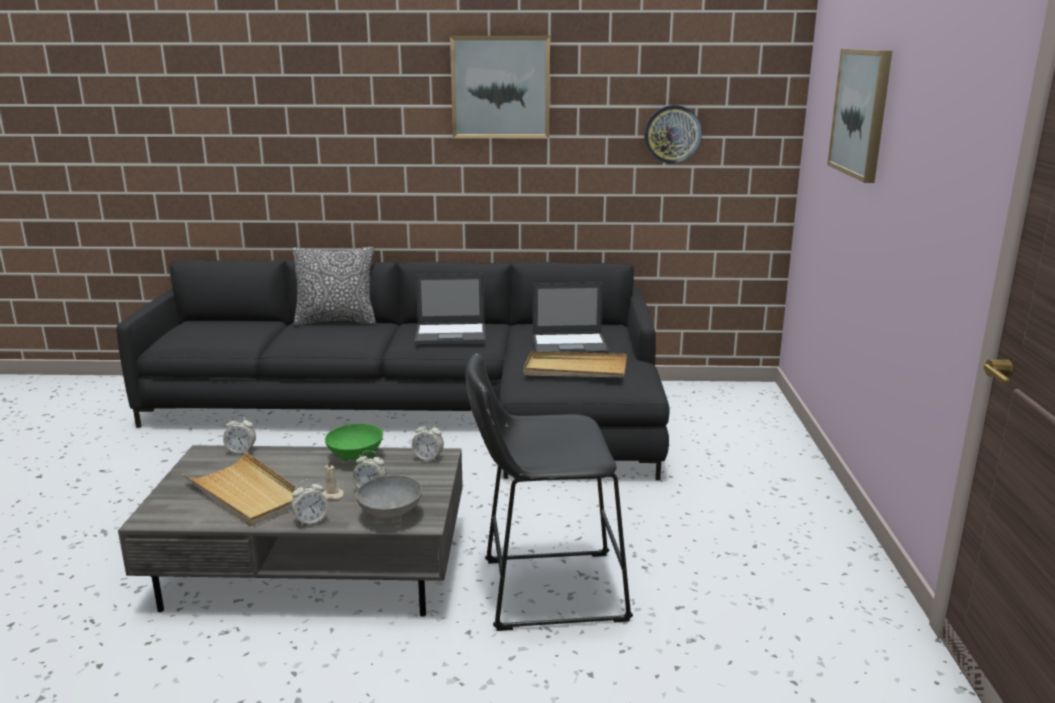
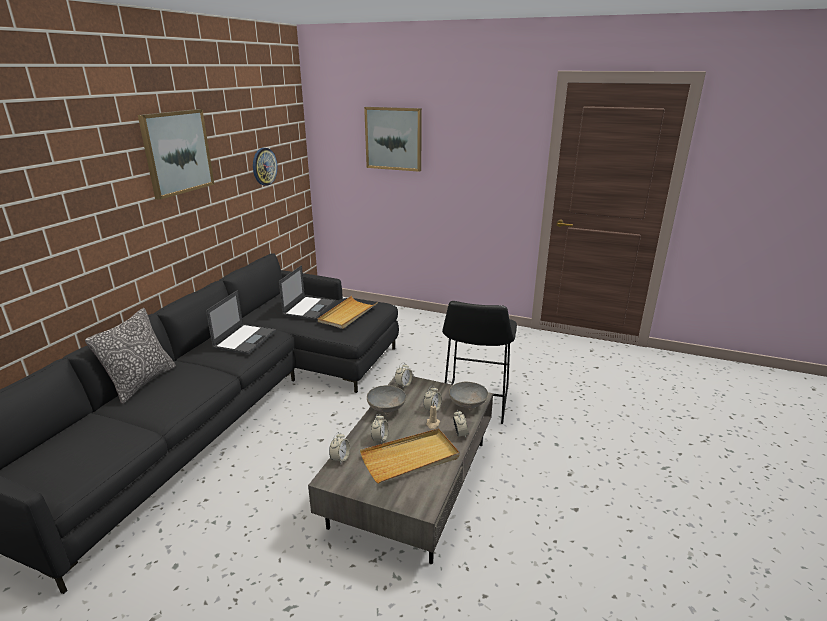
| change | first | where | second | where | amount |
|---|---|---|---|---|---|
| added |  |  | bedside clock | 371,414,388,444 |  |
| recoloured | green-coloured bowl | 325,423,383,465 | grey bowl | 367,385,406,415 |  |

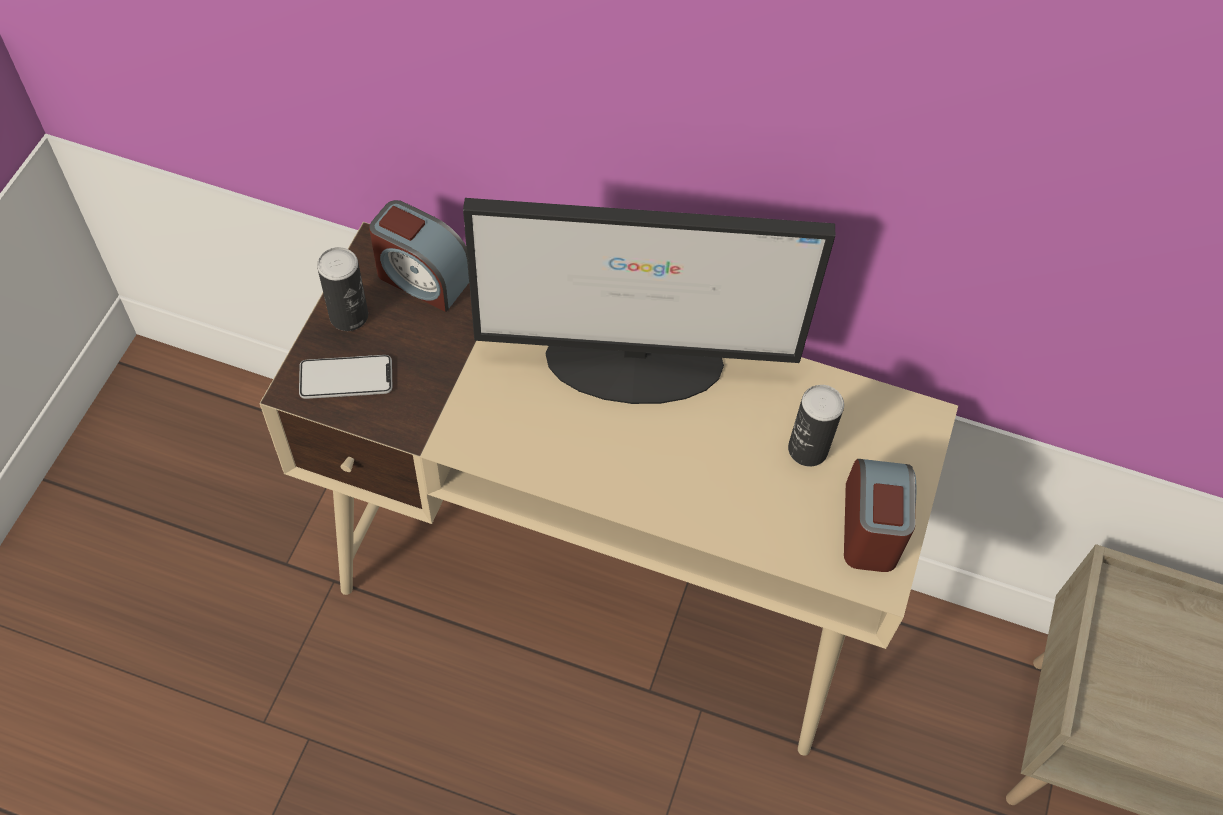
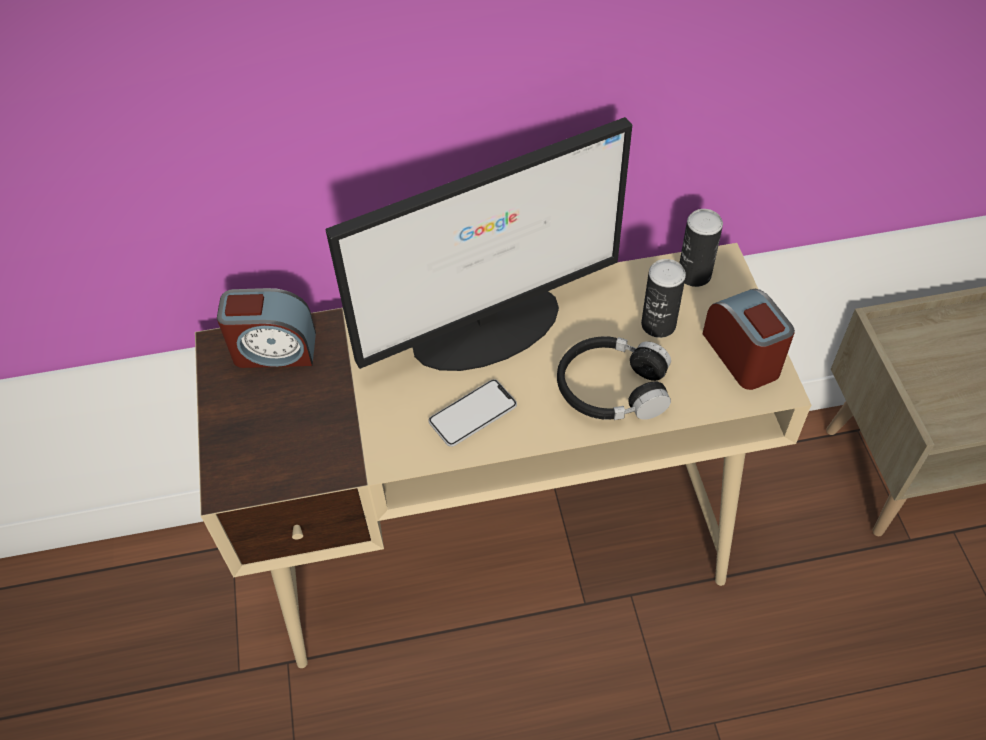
| change | first | where | second | where | amount |
|---|---|---|---|---|---|
| added |  |  | blackish headset | 557,336,671,420 |  |
| moved | phone | 299,355,392,399 |  | 428,379,517,447 |  |
| moved | sealed can | 317,247,368,331 |  | 680,209,723,287 |  |

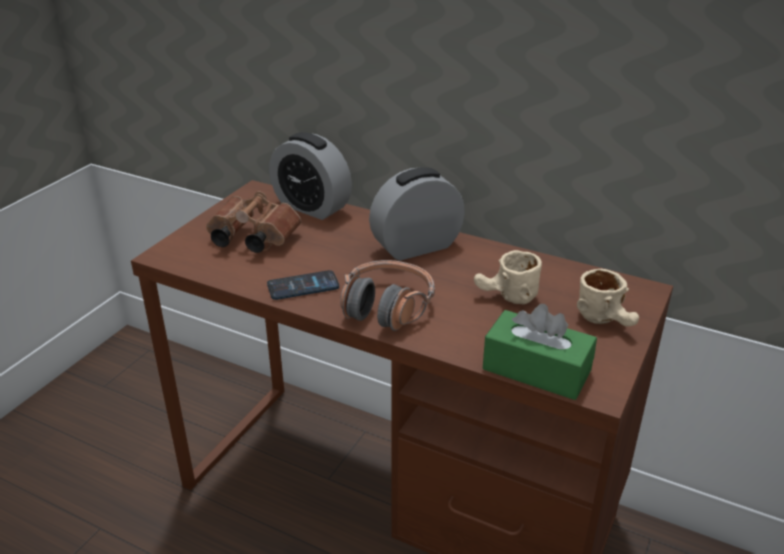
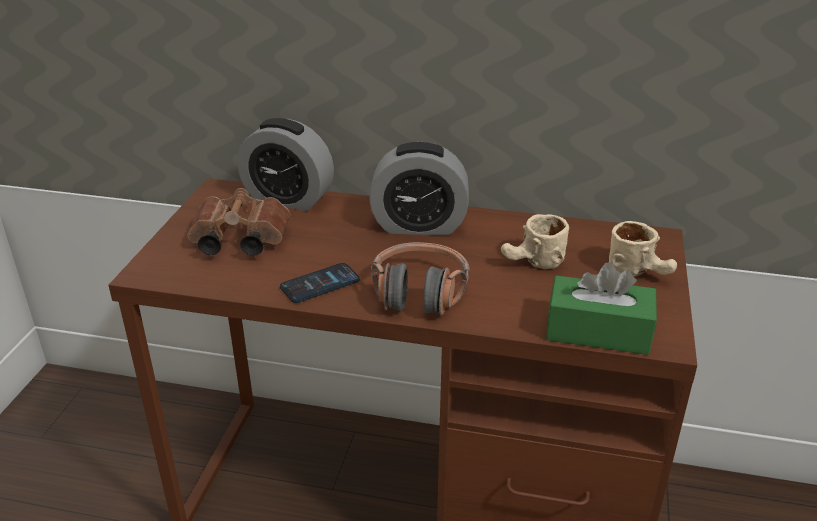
| change | first | where | second | where | amount |
|---|---|---|---|---|---|
| turned | bedside clock | 369,167,465,261 |  | 369,142,469,235 | 135 degrees counterclockwise |

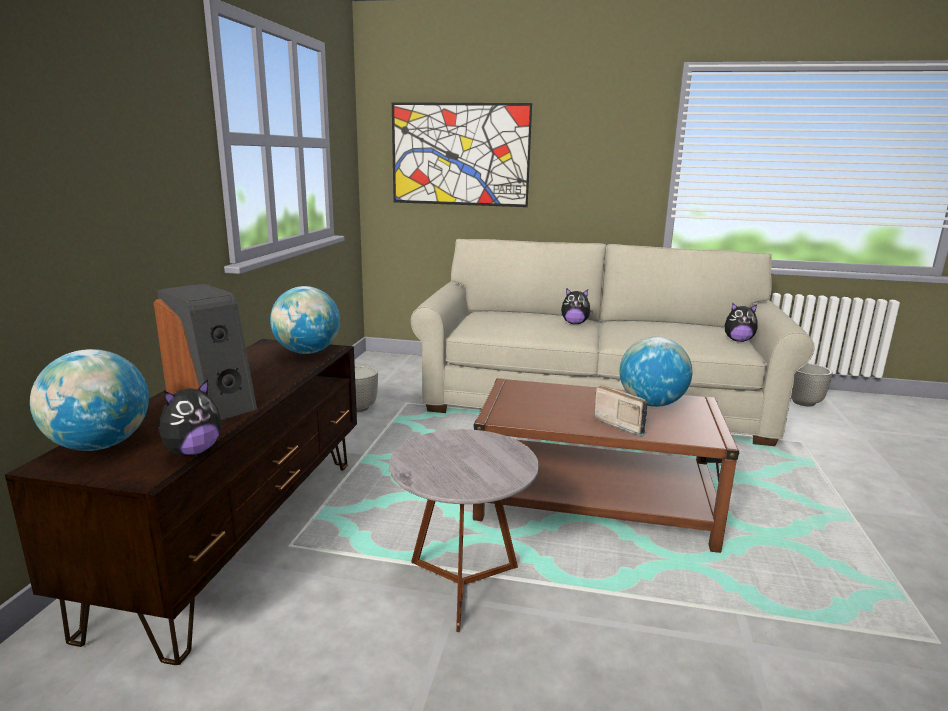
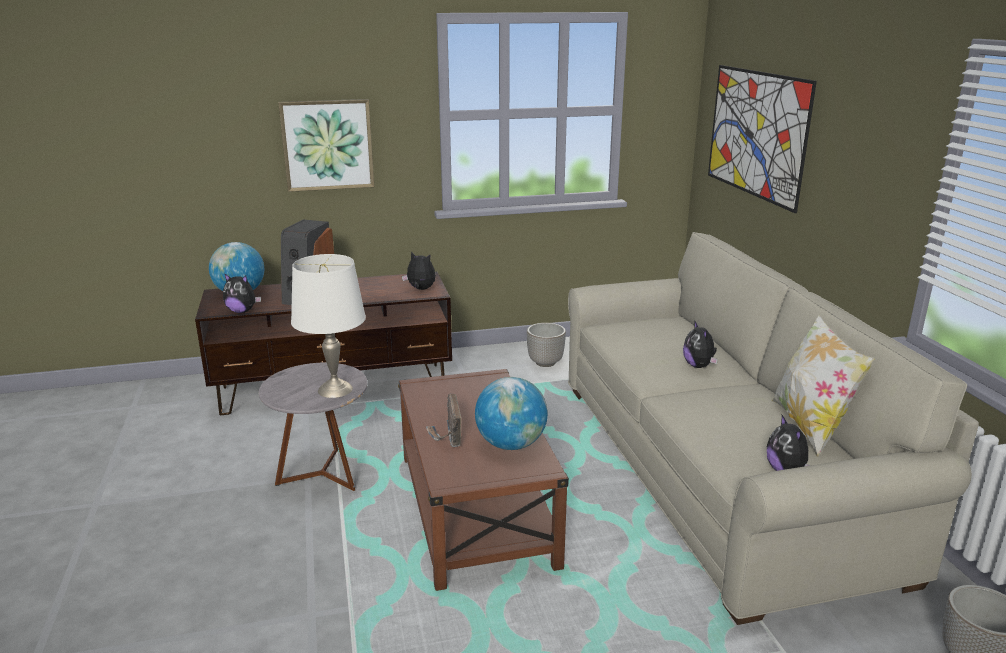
| change | first | where | second | where | amount |
|---|---|---|---|---|---|
| added |  |  | wall picture | 278,99,374,192 |  |
| added |  |  | white tabletop lamp | 291,254,366,398 |  |
| added |  |  | cushion | 772,315,875,457 |  |
| replaced | desk globe | 270,286,340,354 | cuddly toy | 402,252,436,290 |  |
| turned | radio | 594,385,648,436 |  | 426,394,462,447 | 150 degrees clockwise |

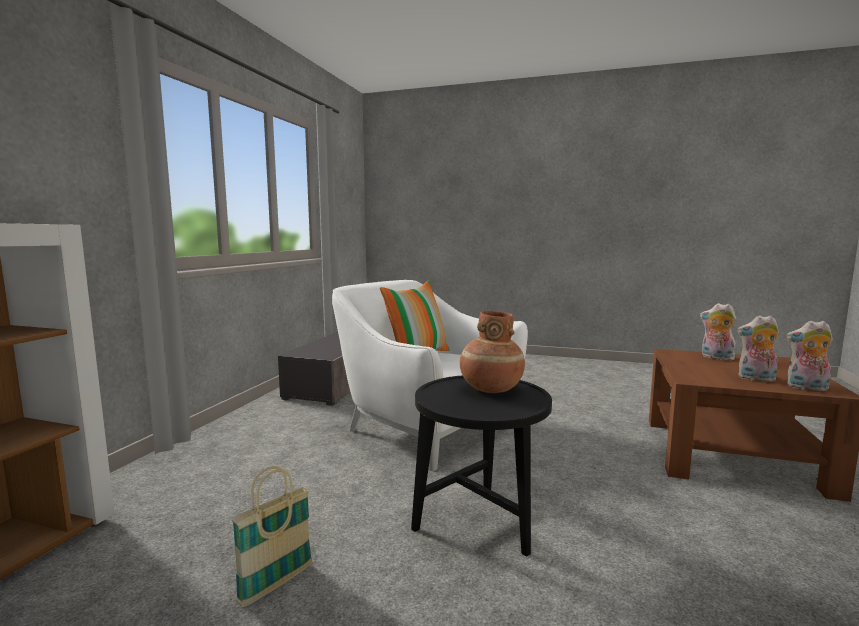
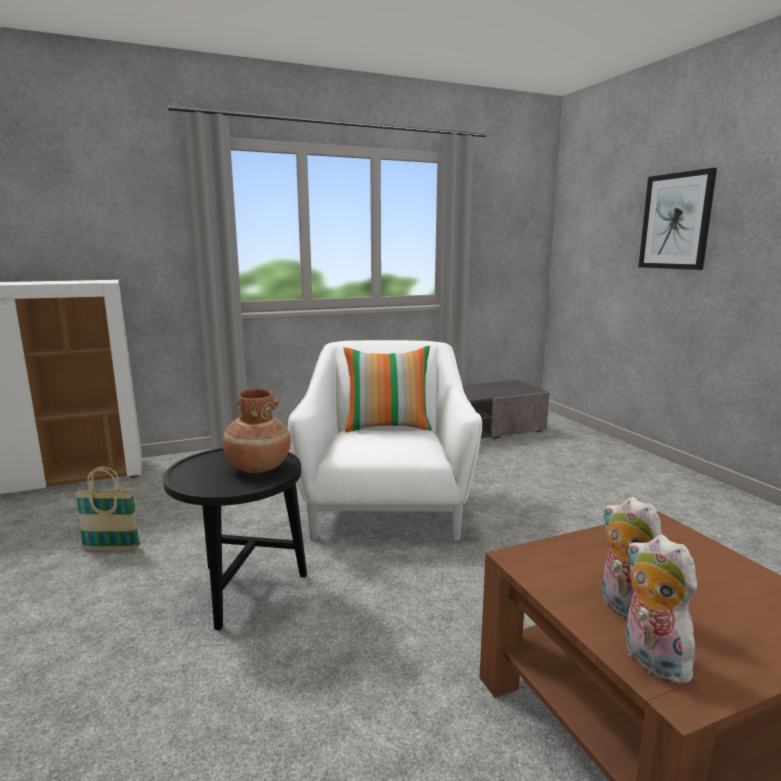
| change | first | where | second | where | amount |
|---|---|---|---|---|---|
| removed | cuddly toy | 700,303,736,361 |  |  |  |
| added |  |  | wall picture | 638,168,717,270 |  |

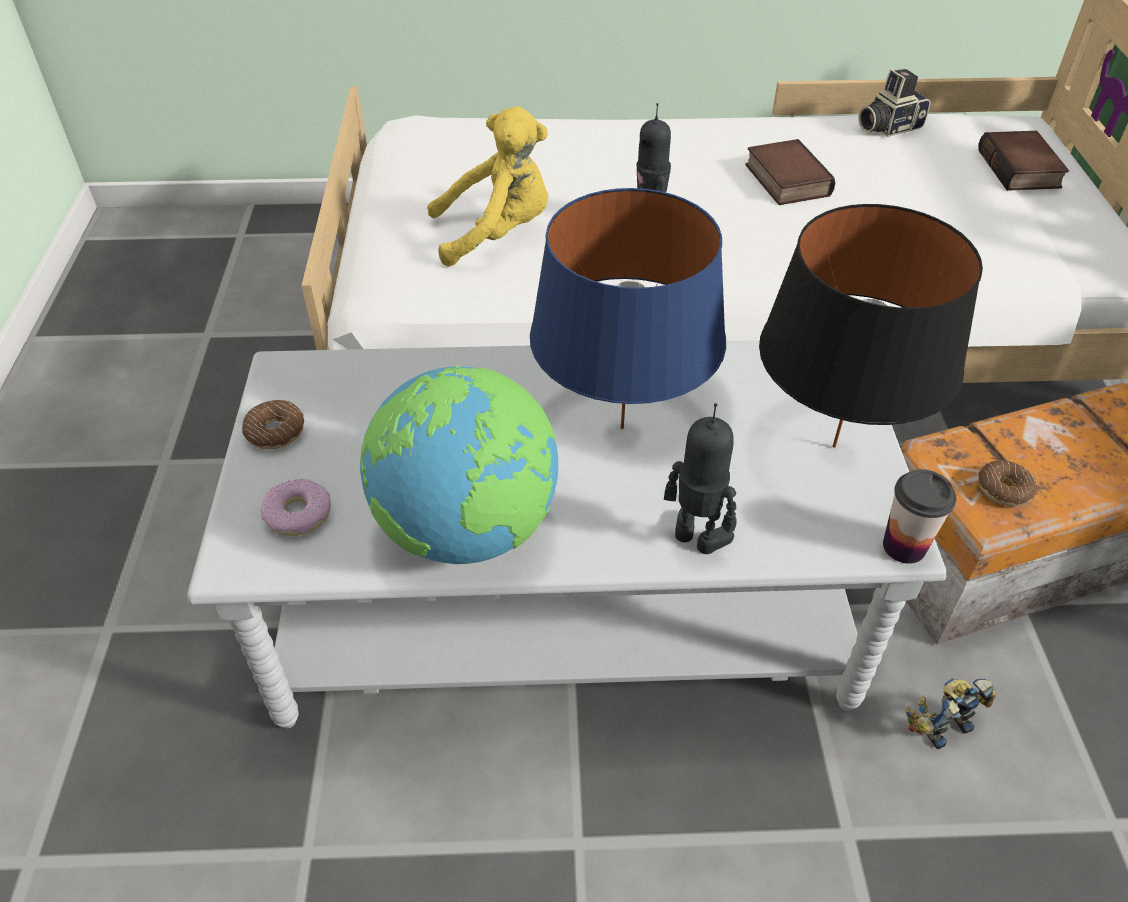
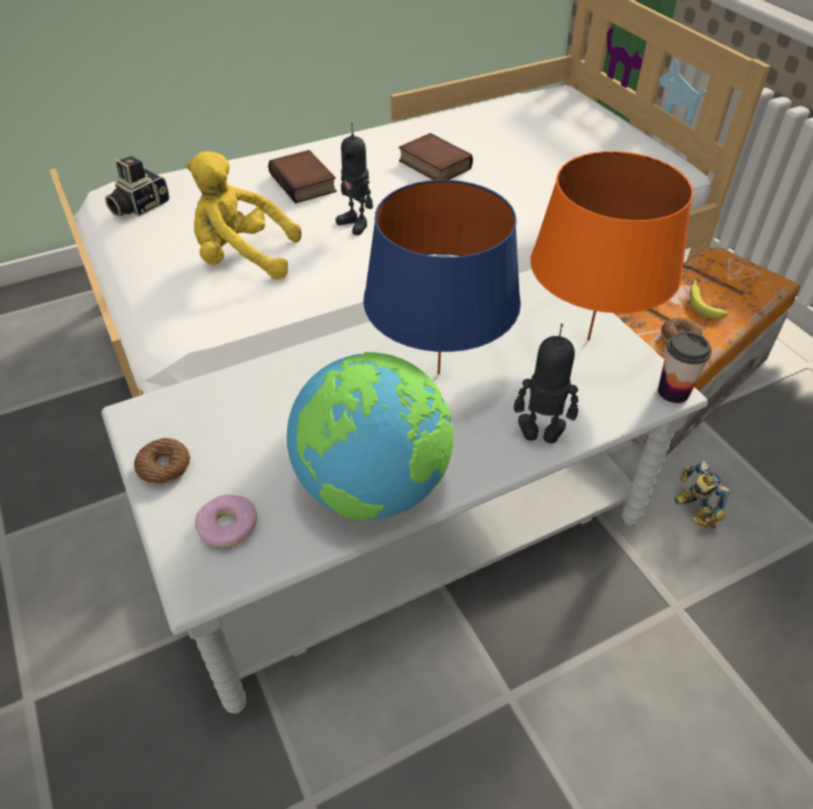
| change | first | where | second | where | amount |
|---|---|---|---|---|---|
| added |  |  | whole banana | 690,279,728,319 |  |
| moved | still camera | 858,69,930,137 |  | 105,156,170,217 |  |
| moved | bound book | 978,131,1069,191 |  | 268,150,337,204 |  |
| recoloured | blackish tabletop lamp | 759,204,983,448 | orange tabletop lamp | 530,151,693,341 |  |
| turned | yellowish cuddly toy | 427,107,549,266 |  | 185,151,302,279 | 135 degrees counterclockwise |
| turned | toy robot | 906,678,996,749 |  | 674,461,730,529 | 60 degrees counterclockwise |

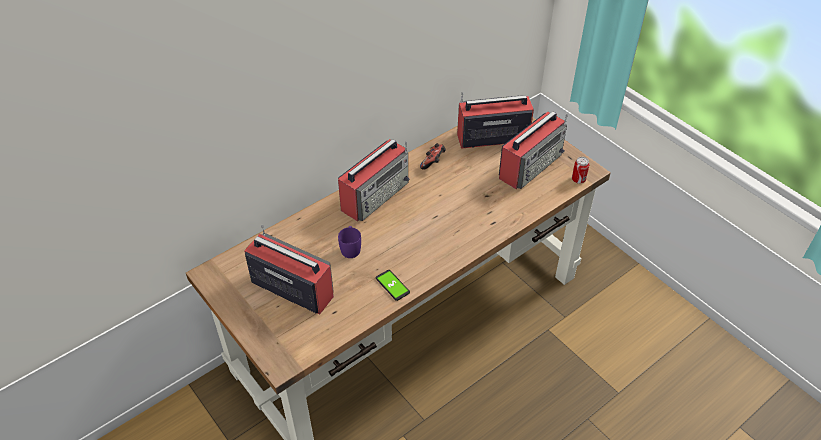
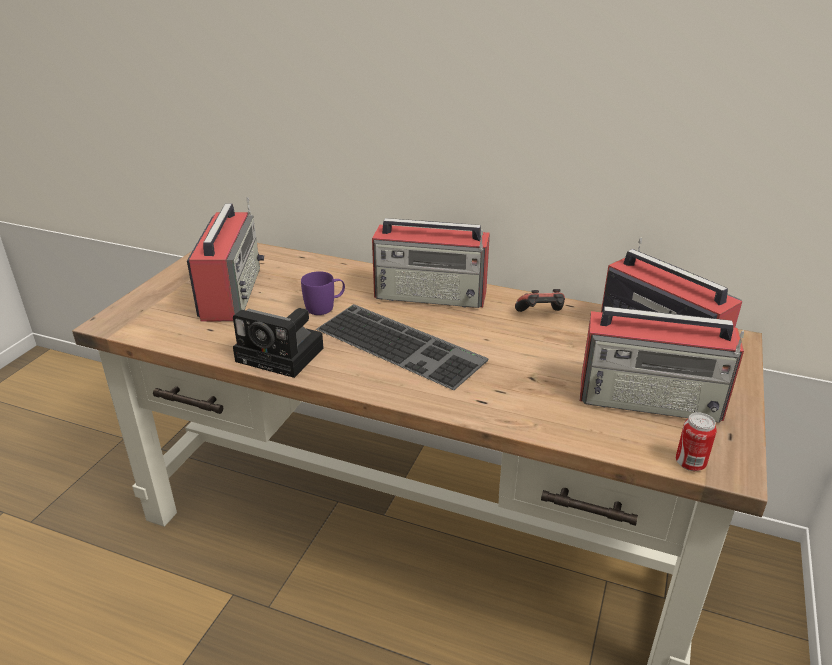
| change | first | where | second | where | amount |
|---|---|---|---|---|---|
| added |  |  | computer keyboard | 316,304,489,390 |  |
| replaced | phone | 376,270,410,301 | still camera | 233,308,324,378 |  |

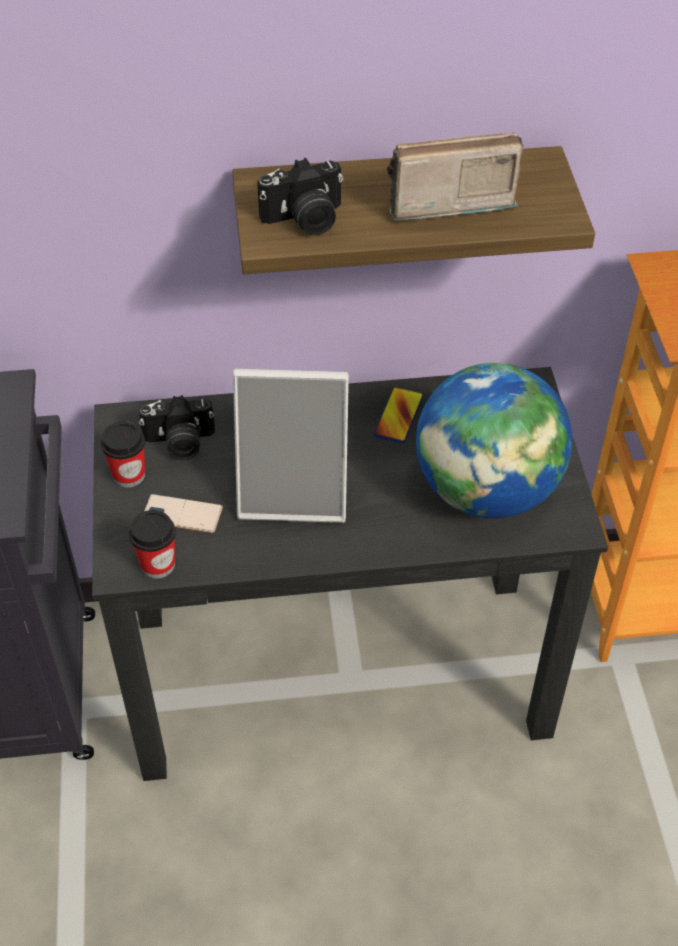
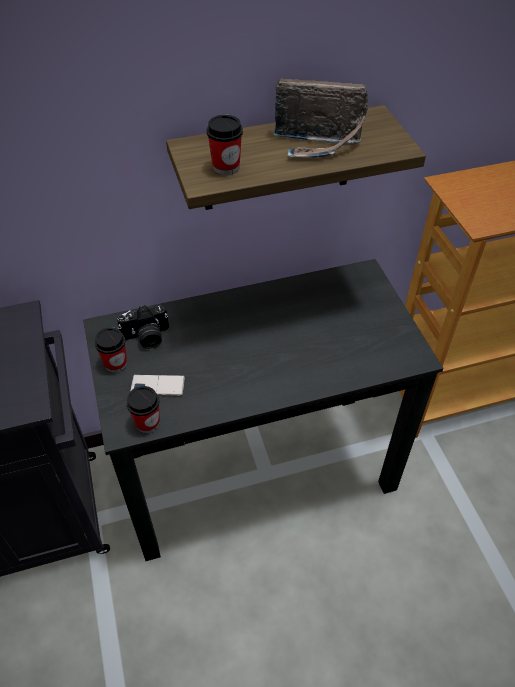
| change | first | where | second | where | amount |
|---|---|---|---|---|---|
| removed | photo frame | 233,369,349,523 |  |  |  |
| removed | phone | 374,387,424,443 |  |  |  |
| removed | desk globe | 416,363,572,518 |  |  |  |
| replaced | still camera | 257,158,343,235 | cup | 207,115,243,175 |  |
| turned | radio | 387,133,523,221 |  | 273,79,368,158 | 150 degrees counterclockwise |

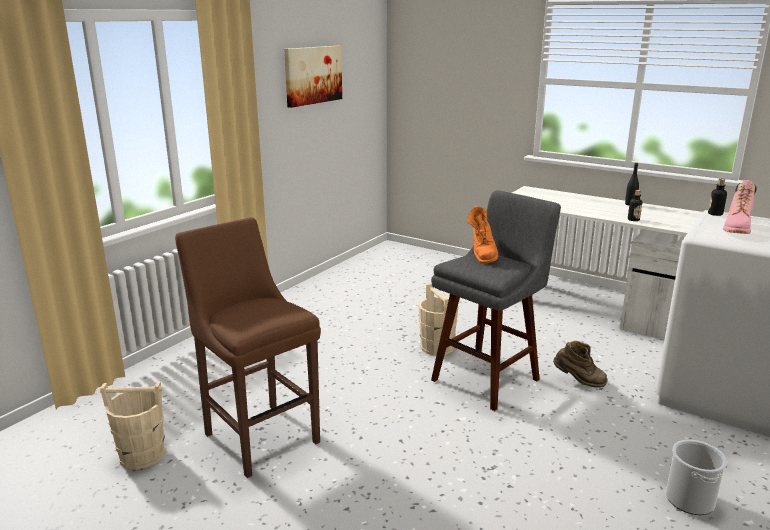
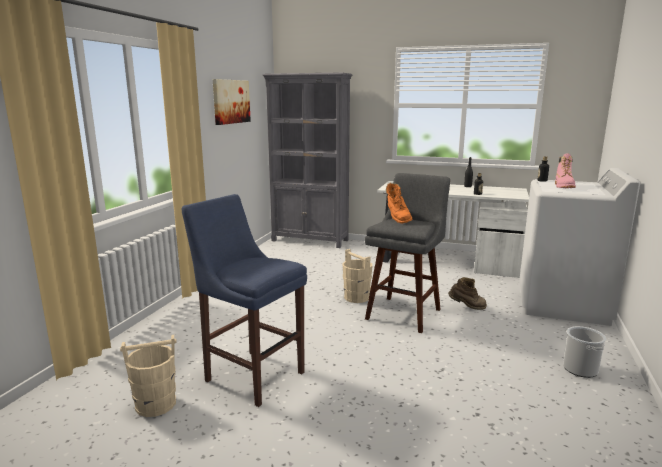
| change | first | where | second | where | amount |
|---|---|---|---|---|---|
| added |  |  | grey shelving unit | 263,72,353,248 |  |
| recoloured | brown-coloured sitting stool | 175,217,321,478 | blue-coloured sitting stool | 182,194,307,407 |  |

